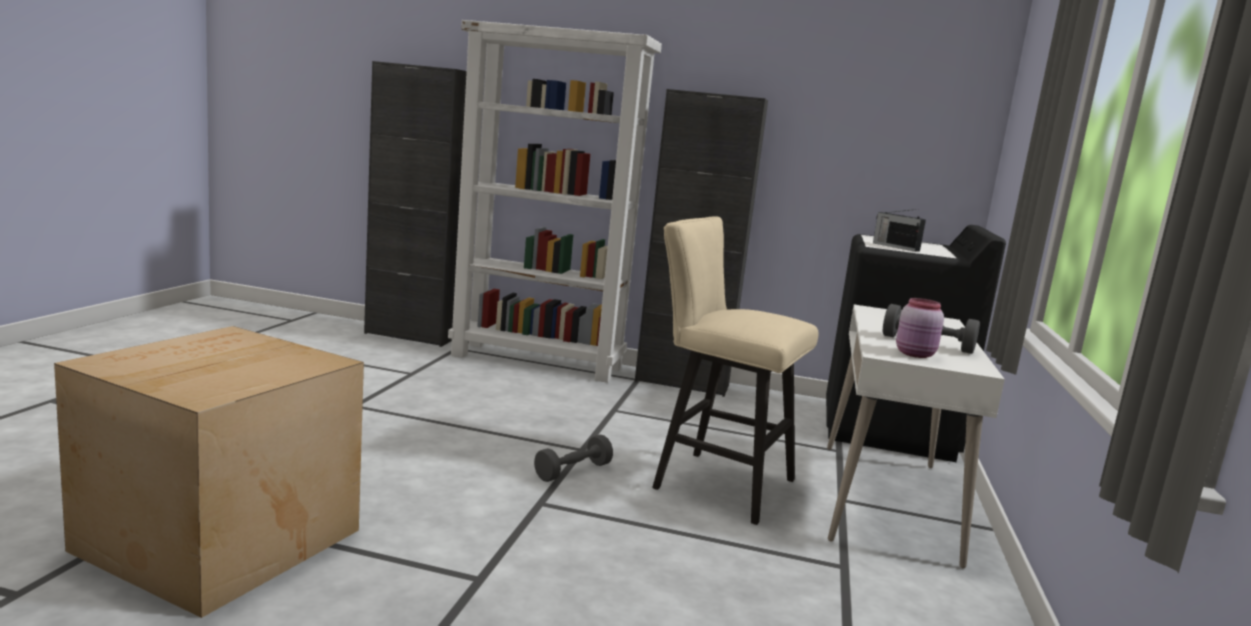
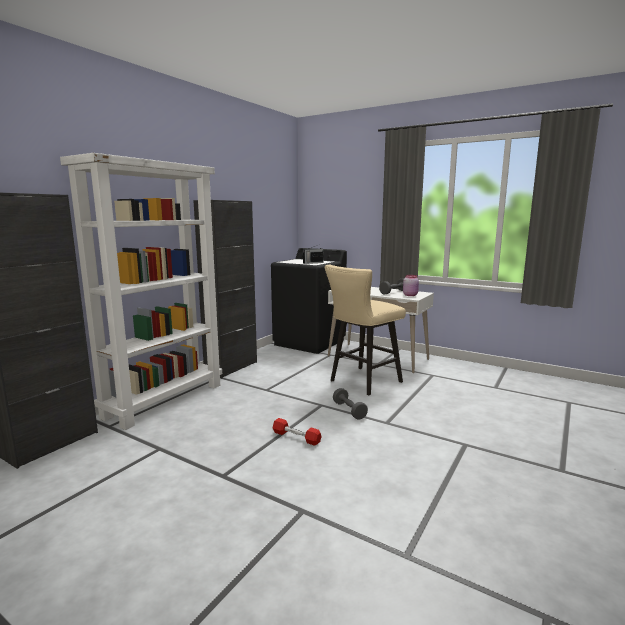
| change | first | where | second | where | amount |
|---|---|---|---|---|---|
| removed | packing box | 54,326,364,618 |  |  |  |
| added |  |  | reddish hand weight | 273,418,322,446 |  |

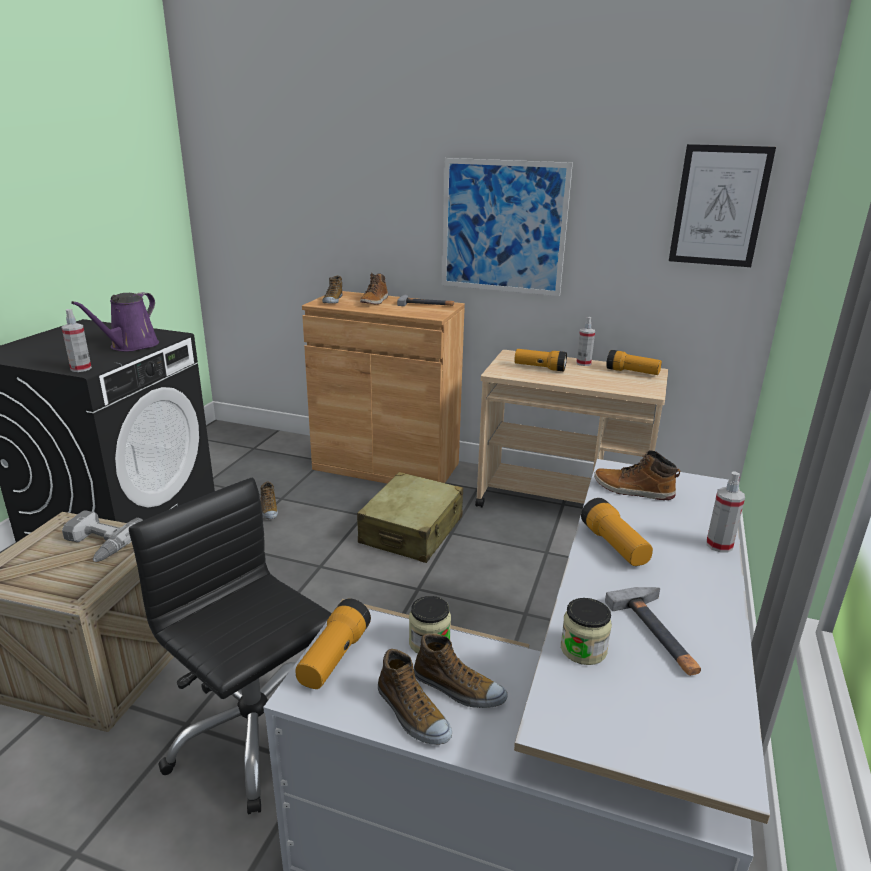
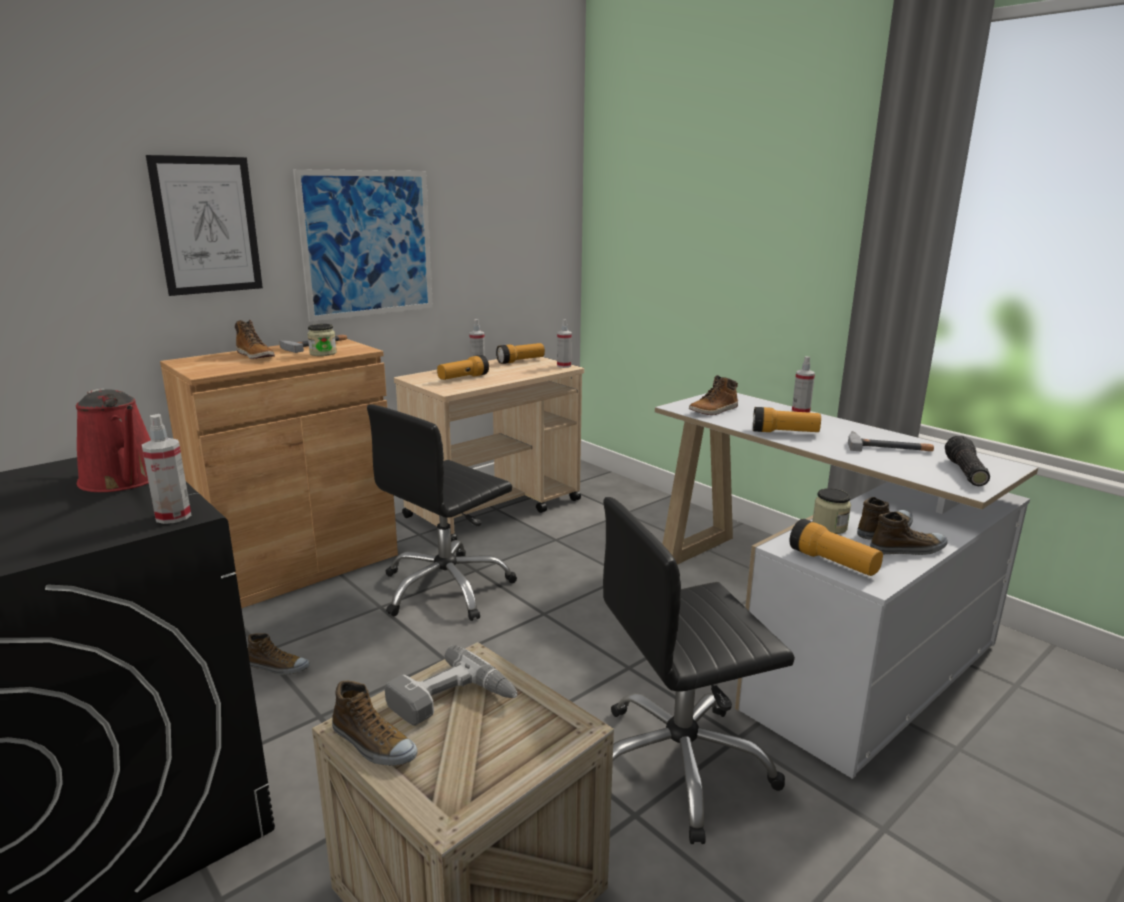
| change | first | where | second | where | amount |
|---|---|---|---|---|---|
| added |  |  | sprayer | 557,319,572,368 |  |
| added |  |  | torch | 945,436,990,486 |  |
| moved | item of footwear | 322,276,342,304 |  | 332,681,418,766 |  |
| moved | preserve jar | 561,598,612,665 |  | 307,324,337,356 |  |
| moved | wall picture | 669,144,776,267 |  | 146,155,263,296 |  |
| replaced | beige-coloured piece of luggage | 357,472,463,563 | blackish office chair | 367,404,517,621 |  |
| recoloured | purple-coloured watering pot | 71,292,159,351 | reddish watering pot | 76,388,151,492 |  |

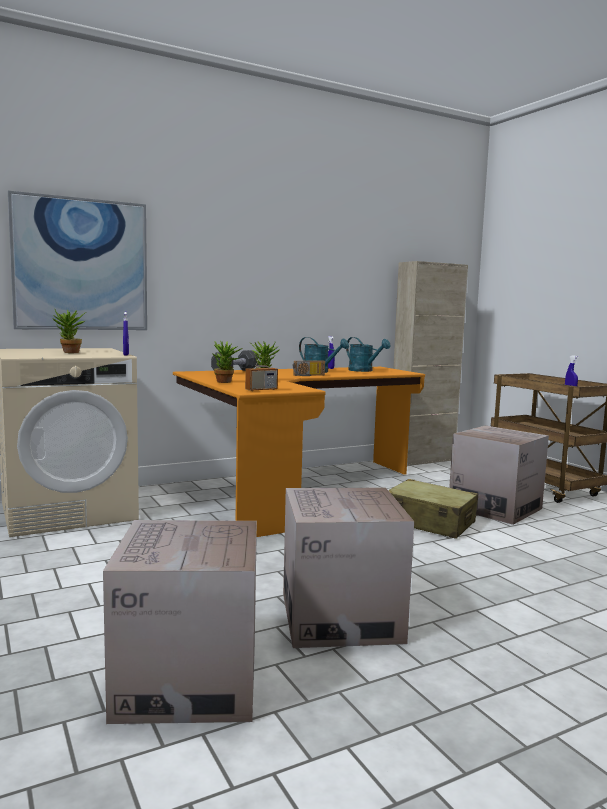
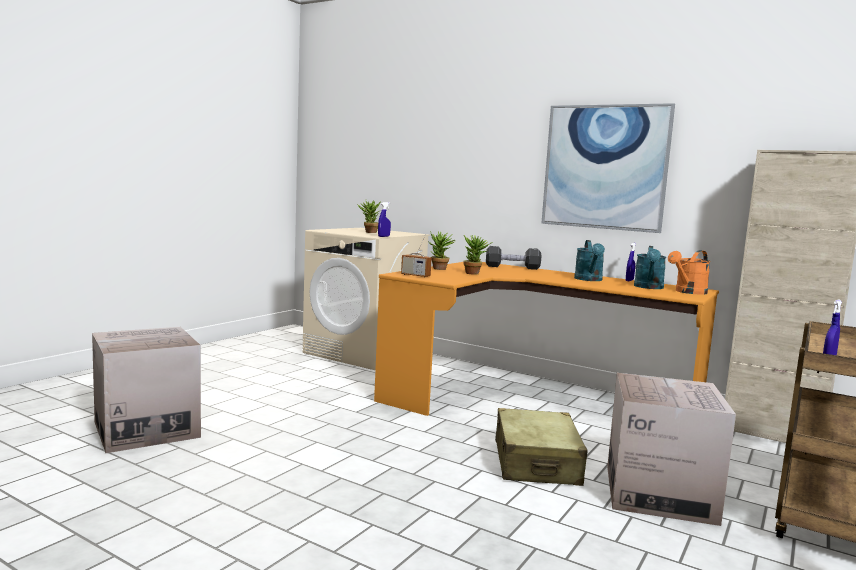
| change | first | where | second | where | amount |
|---|---|---|---|---|---|
| removed | packing box | 283,488,414,648 |  |  |  |
| removed | radio | 293,361,325,376 |  |  |  |
| added |  |  | orange watering pot | 668,250,711,295 |  |
| moved | wall picture | 8,191,147,330 |  | 541,103,675,233 |  |

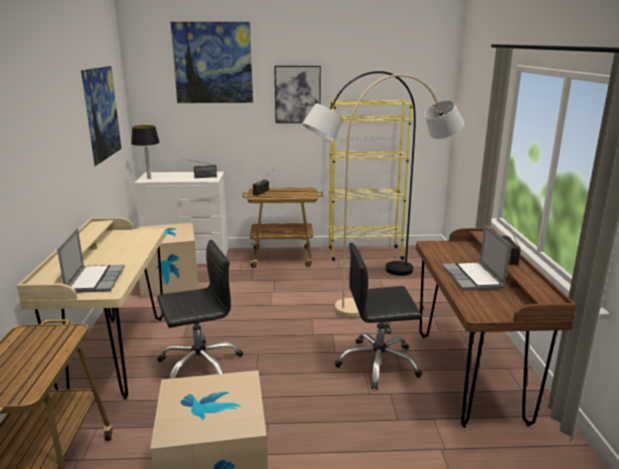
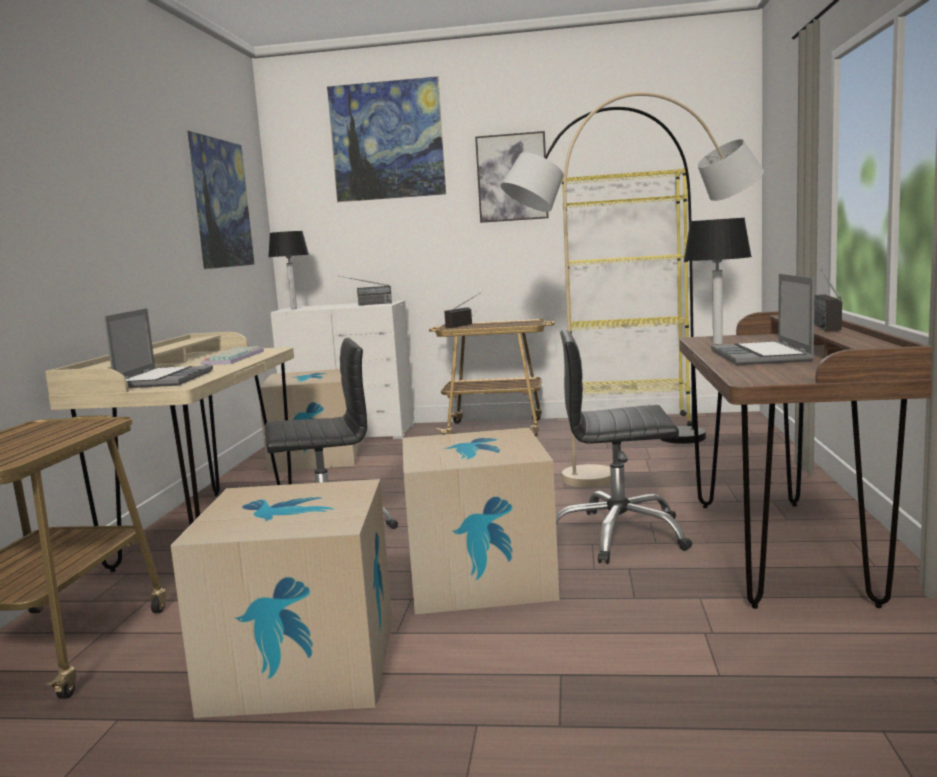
| change | first | where | second | where | amount |
|---|---|---|---|---|---|
| added |  |  | computer keyboard | 201,346,264,366 |  |
| added |  |  | packing box | 403,428,559,614 |  |
| added |  |  | tabletop lamp | 684,218,752,344 |  |

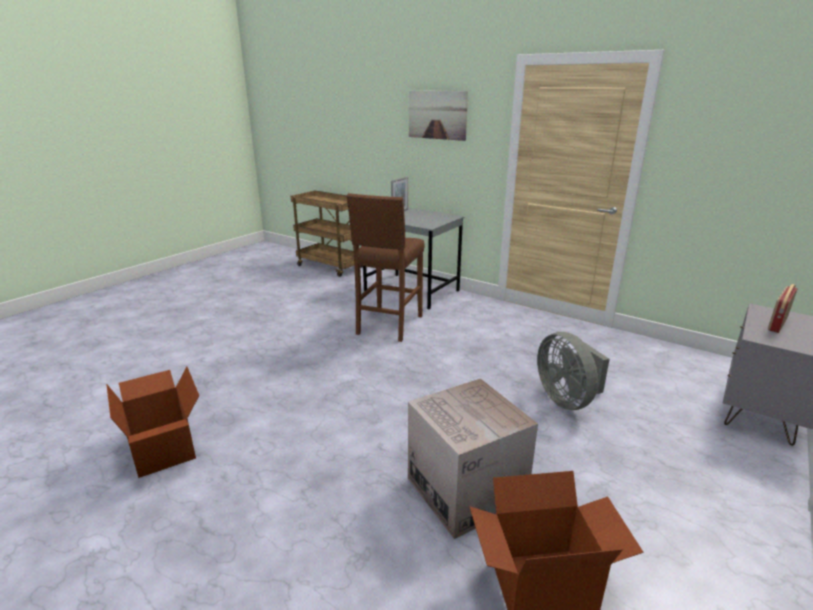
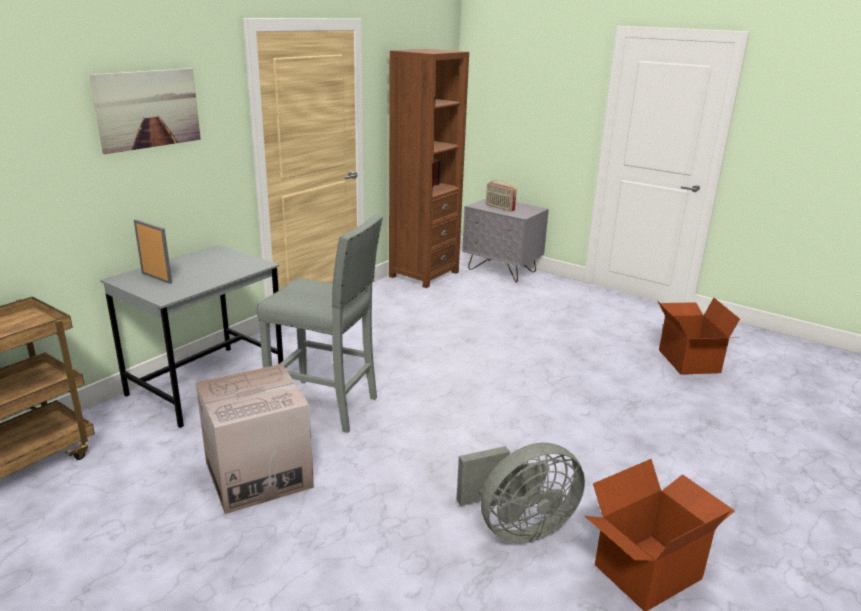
| change | first | where | second | where | amount |
|---|---|---|---|---|---|
| added |  |  | brown-coloured shelving unit | 389,49,469,288 |  |
| moved | packing box | 408,378,538,539 |  | 196,364,314,514 |  |
| moved | grey cooling fan | 537,332,610,410 |  | 456,443,585,544 |  |
| recoloured | brown-coloured sitting stool | 346,193,424,342 | grey sitting stool | 256,214,383,433 |  |

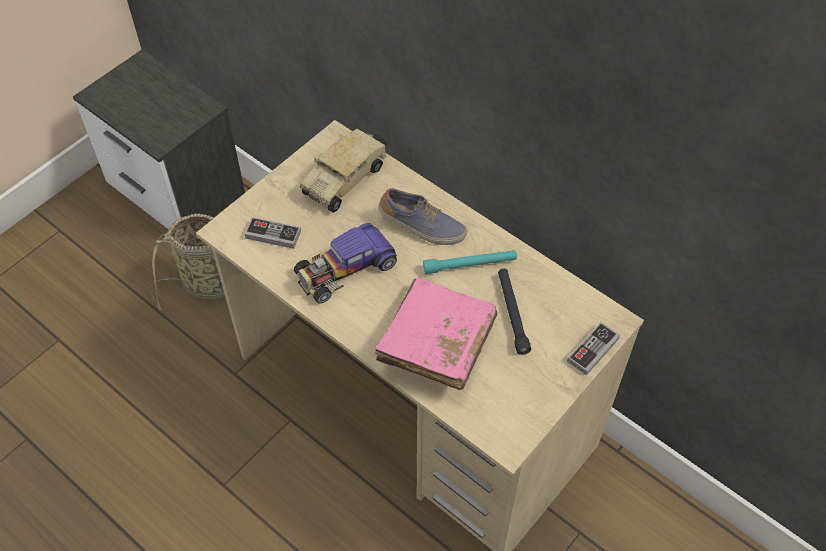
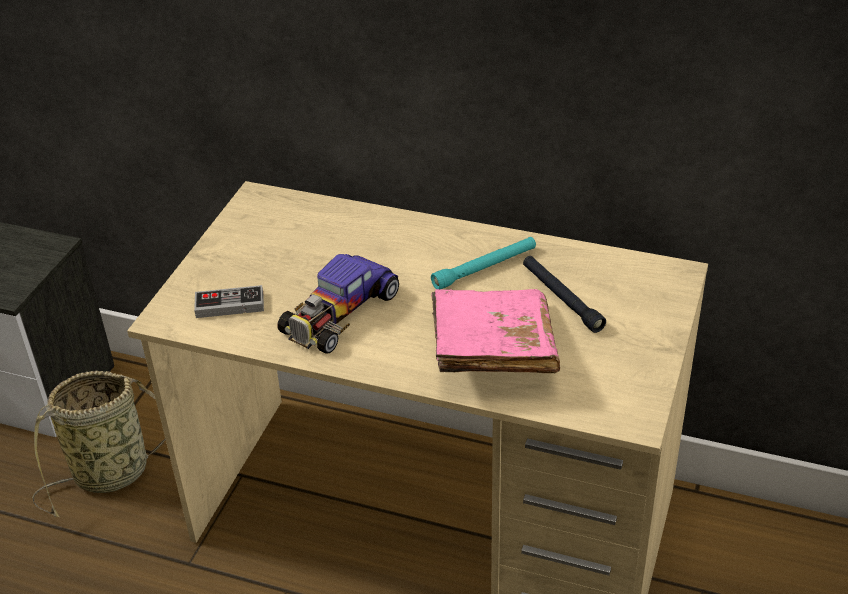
| change | first | where | second | where | amount |
|---|---|---|---|---|---|
| removed | toy truck | 300,129,387,213 |  |  |  |
| removed | item of footwear | 378,188,467,245 |  |  |  |
| removed | joypad | 567,322,620,375 |  |  |  |

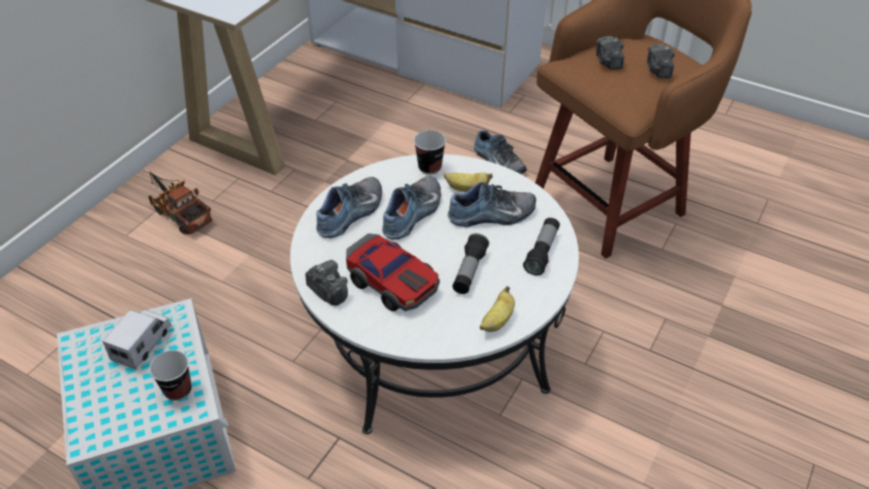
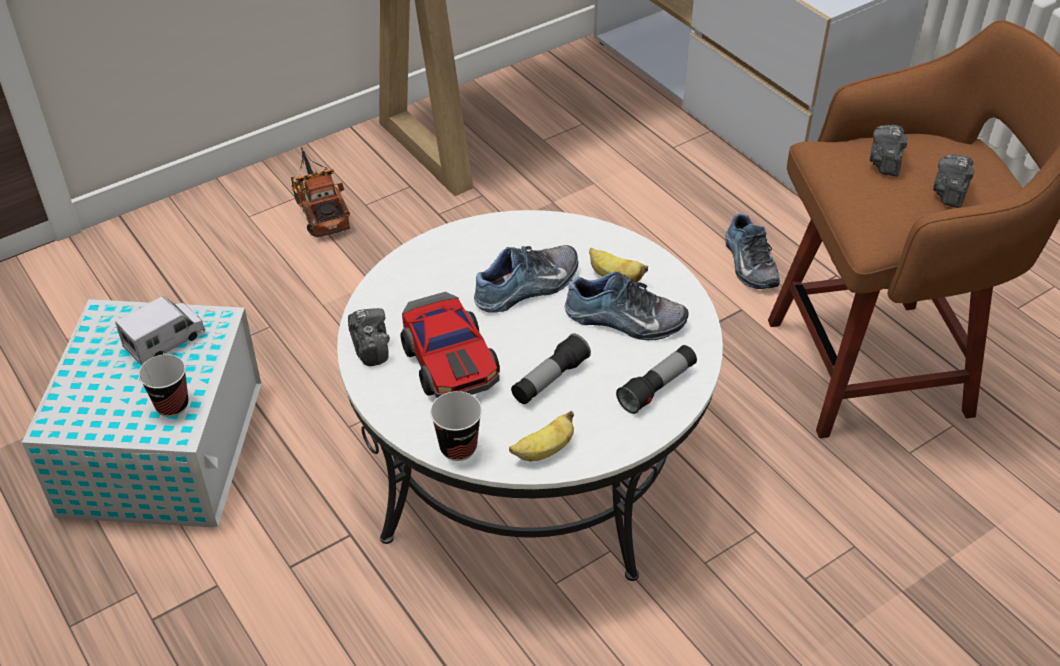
| change | first | where | second | where | amount |
|---|---|---|---|---|---|
| removed | item of footwear | 316,177,382,238 |  |  |  |
| moved | cup | 414,130,446,175 |  | 430,391,482,461 |  |

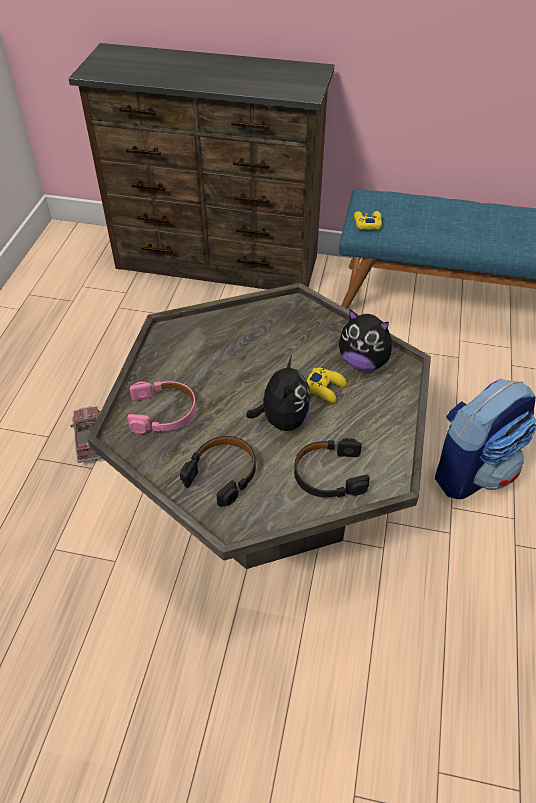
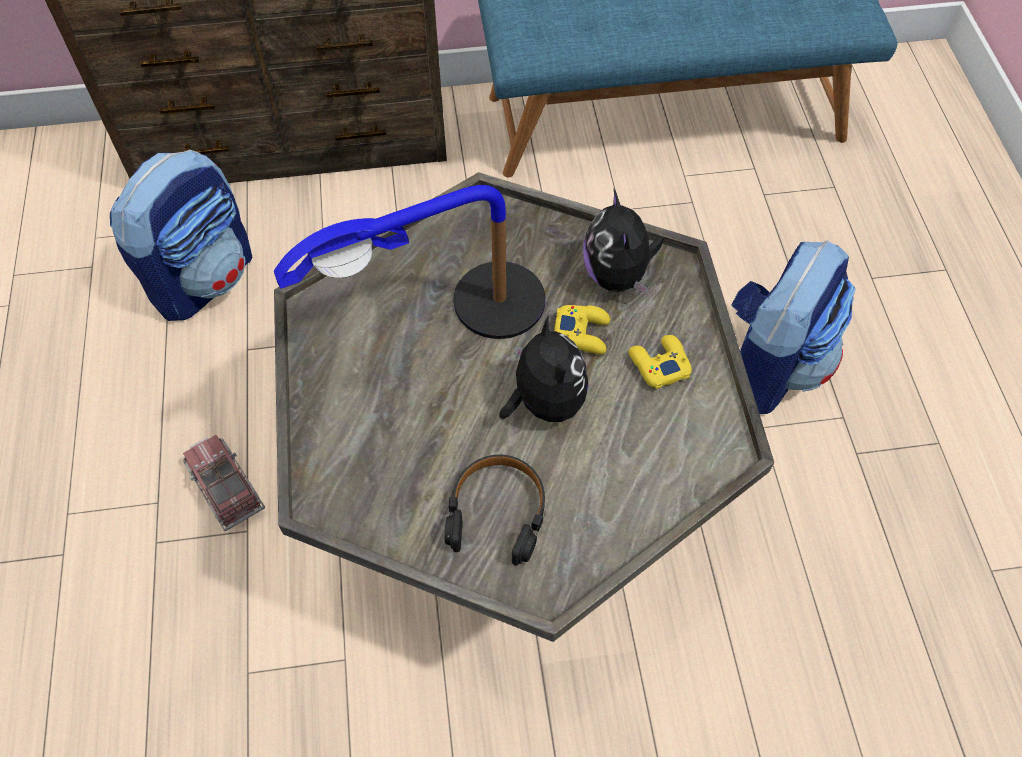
| change | first | where | second | where | amount |
|---|---|---|---|---|---|
| removed | pink headset | 127,381,196,433 |  |  |  |
| removed | blackish headset | 294,438,370,498 |  |  |  |
| added |  |  | knapsack | 110,150,252,321 |  |
| added |  |  | tabletop lamp | 274,185,545,339 |  |
| moved | yellowish joypad | 354,211,382,230 |  | 628,335,692,389 |  |
| turned | cuddly toy | 339,309,400,371 |  | 583,188,664,294 | 75 degrees clockwise |

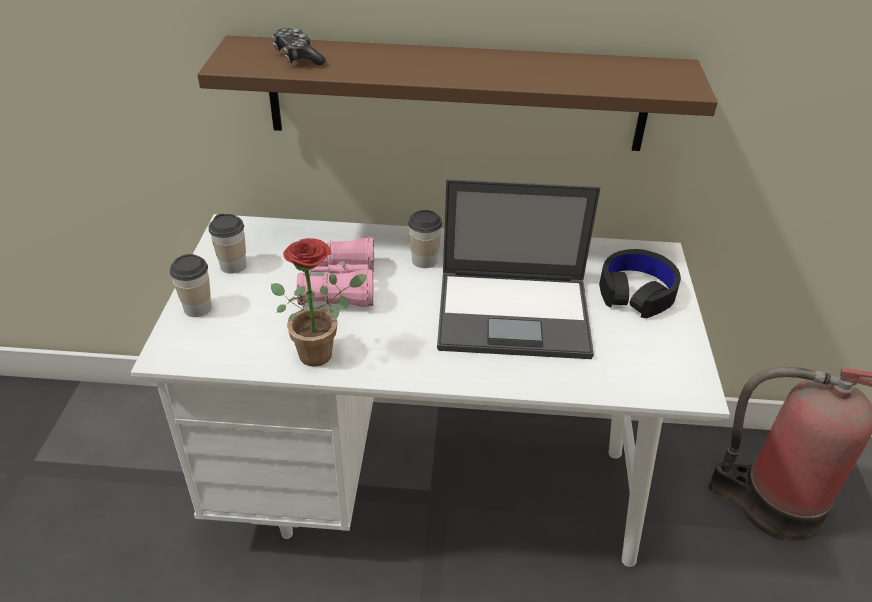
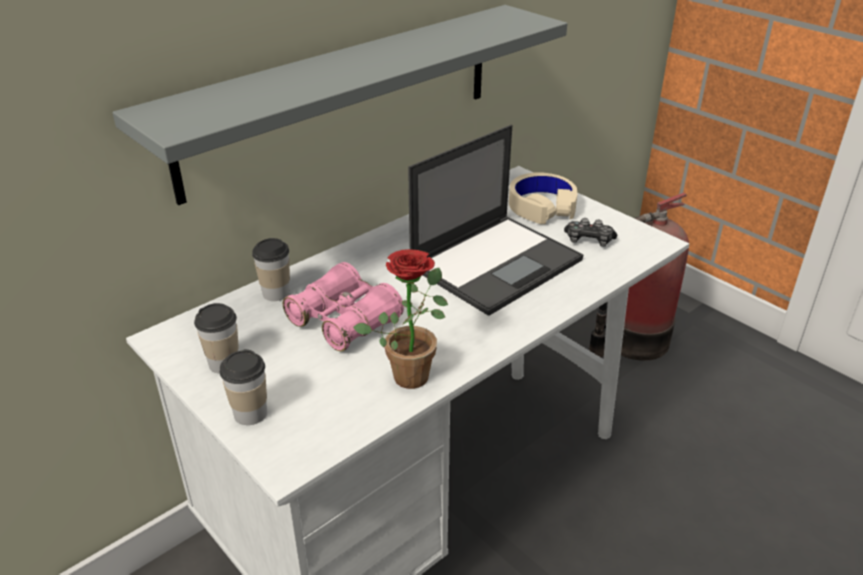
| change | first | where | second | where | amount |
|---|---|---|---|---|---|
| moved | joypad | 272,28,326,66 |  | 564,218,617,247 |  |
| moved | cup | 408,210,442,268 |  | 252,238,290,301 |  |
| recoloured | brown-coloured shelf | 197,35,718,151 | grey shelf | 112,5,567,205 |  |
| recoloured | blackish headset | 599,249,681,318 | beige-coloured headset | 509,172,577,224 |  |

